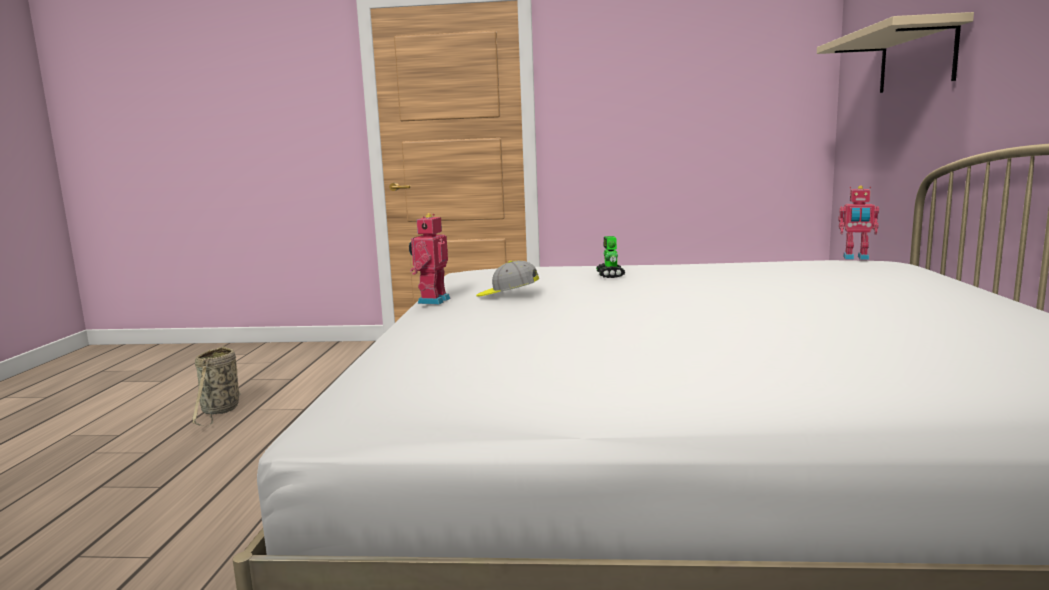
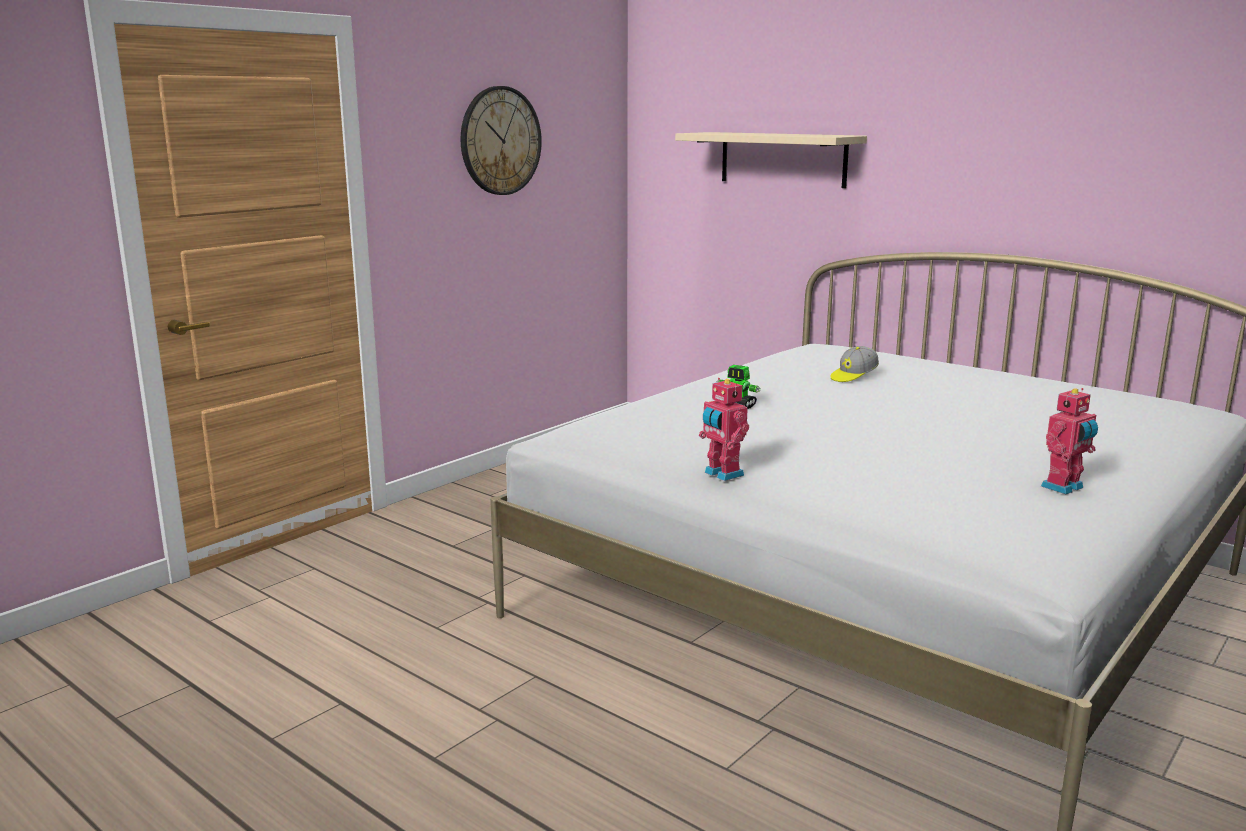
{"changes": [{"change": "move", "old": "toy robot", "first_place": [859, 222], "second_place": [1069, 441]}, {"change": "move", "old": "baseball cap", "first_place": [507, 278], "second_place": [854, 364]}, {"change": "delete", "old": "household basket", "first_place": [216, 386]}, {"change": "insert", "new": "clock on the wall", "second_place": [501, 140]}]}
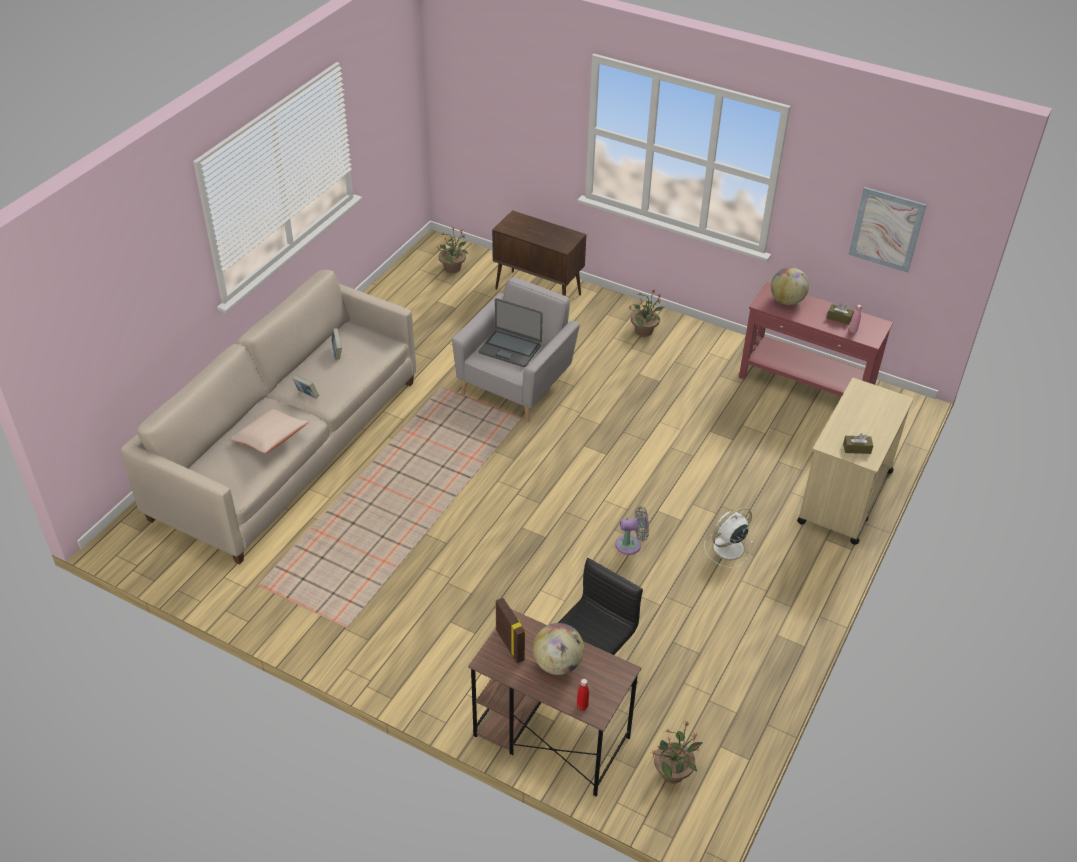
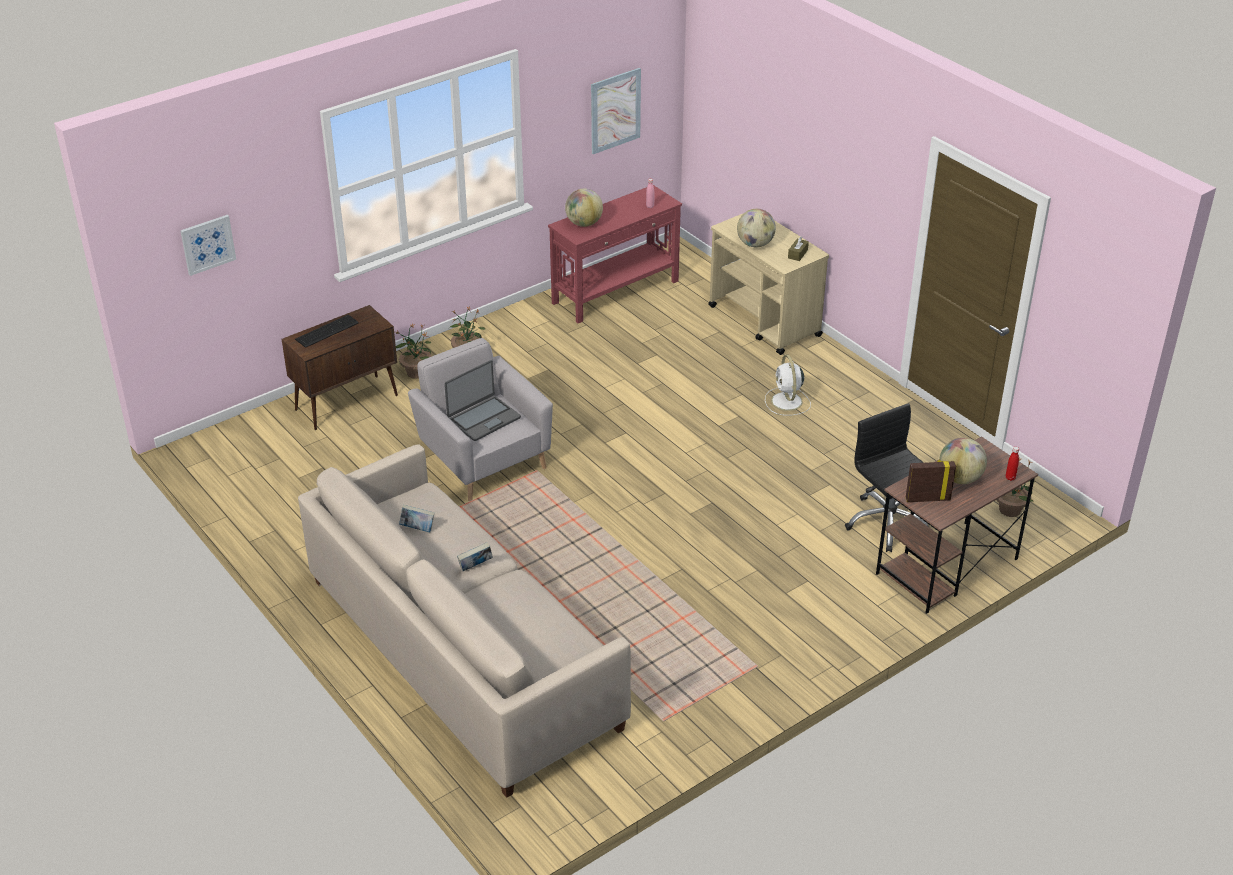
{"changes": [{"change": "move", "old": "plant in a pot", "first_place": [452, 250], "second_place": [413, 351]}, {"change": "delete", "old": "brown-coloured tissue holder", "first_place": [840, 314]}, {"change": "delete", "old": "beige-coloured cushion", "first_place": [269, 431]}, {"change": "delete", "old": "gray fan", "first_place": [632, 530]}, {"change": "insert", "new": "desk globe", "second_place": [756, 228]}, {"change": "insert", "new": "picture", "second_place": [208, 245]}, {"change": "insert", "new": "keyboard", "second_place": [327, 331]}]}
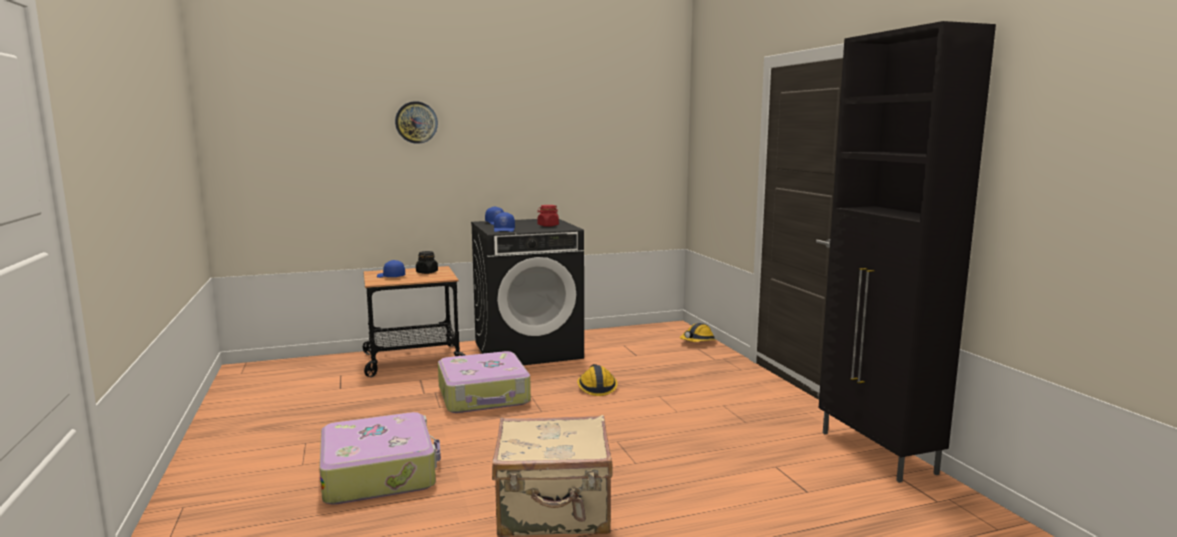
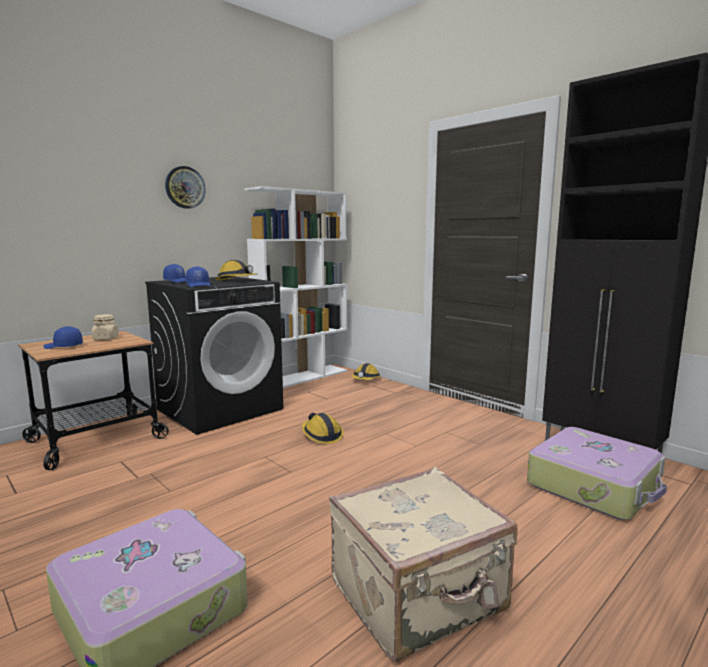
{"changes": [{"change": "move", "old": "clock on the wall", "first_place": [416, 122], "second_place": [185, 187]}, {"change": "replace", "old": "reddish preserve jar", "new": "work helmet", "first_place": [548, 216], "second_place": [235, 270]}, {"change": "recolor", "old": "blackish preserve jar", "new": "beige-coloured preserve jar", "first_place": [427, 262], "second_place": [105, 327]}, {"change": "move", "old": "travel case", "first_place": [484, 382], "second_place": [597, 473]}, {"change": "insert", "new": "white bookshelf", "second_place": [296, 287]}]}
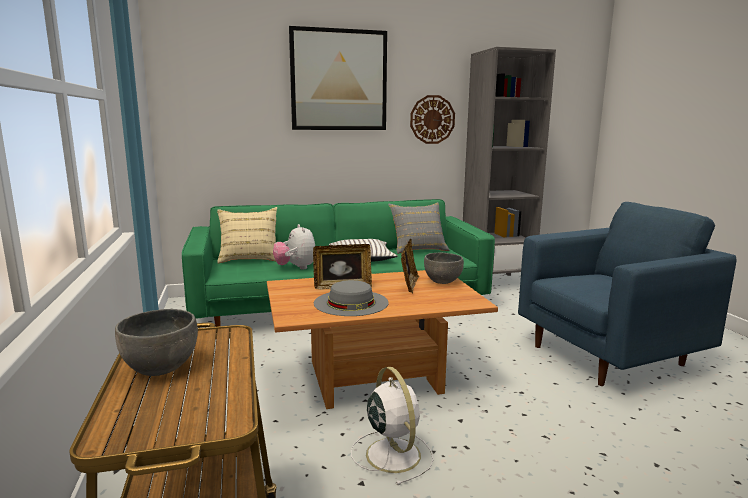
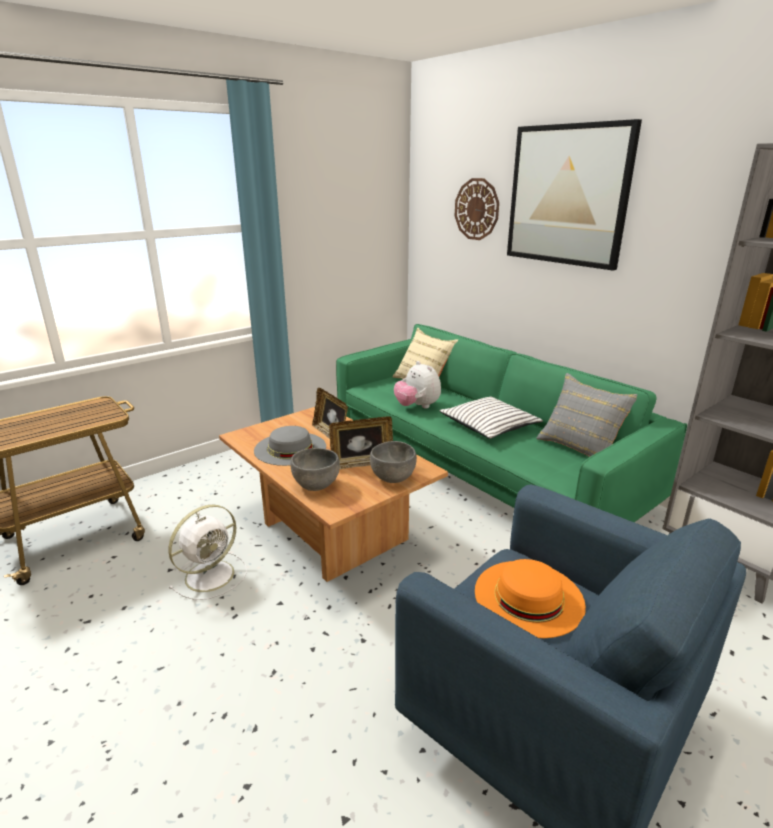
{"changes": [{"change": "move", "old": "clock on the wall", "first_place": [432, 119], "second_place": [477, 209]}, {"change": "rotate", "old": "cuddly toy", "first_place": [294, 247], "second_place": [417, 384], "degrees": -75}, {"change": "move", "old": "gray bowl", "first_place": [156, 342], "second_place": [315, 469]}, {"change": "insert", "new": "orange wearable hat", "second_place": [530, 598]}]}
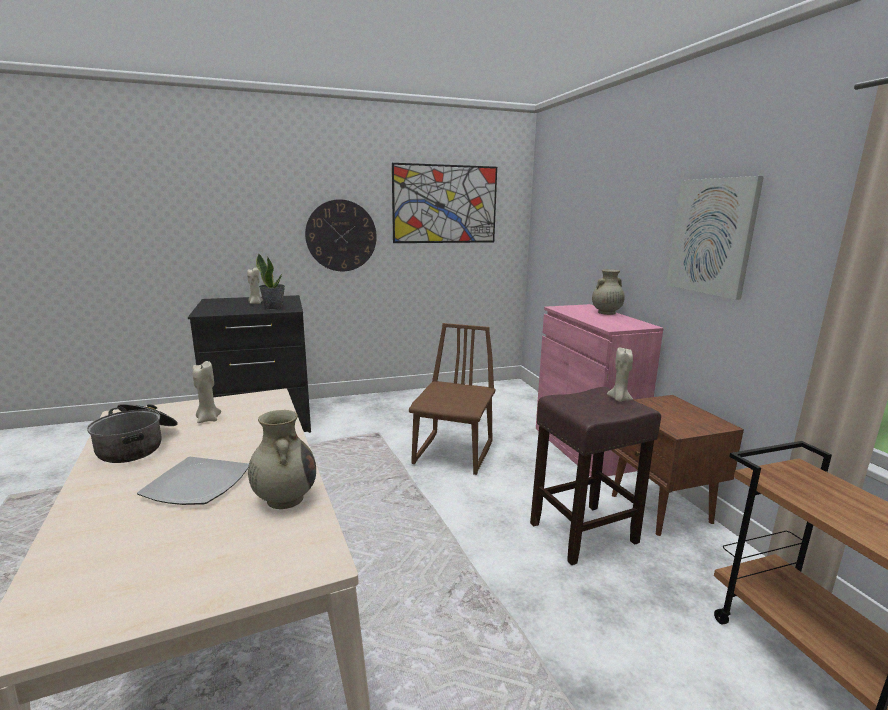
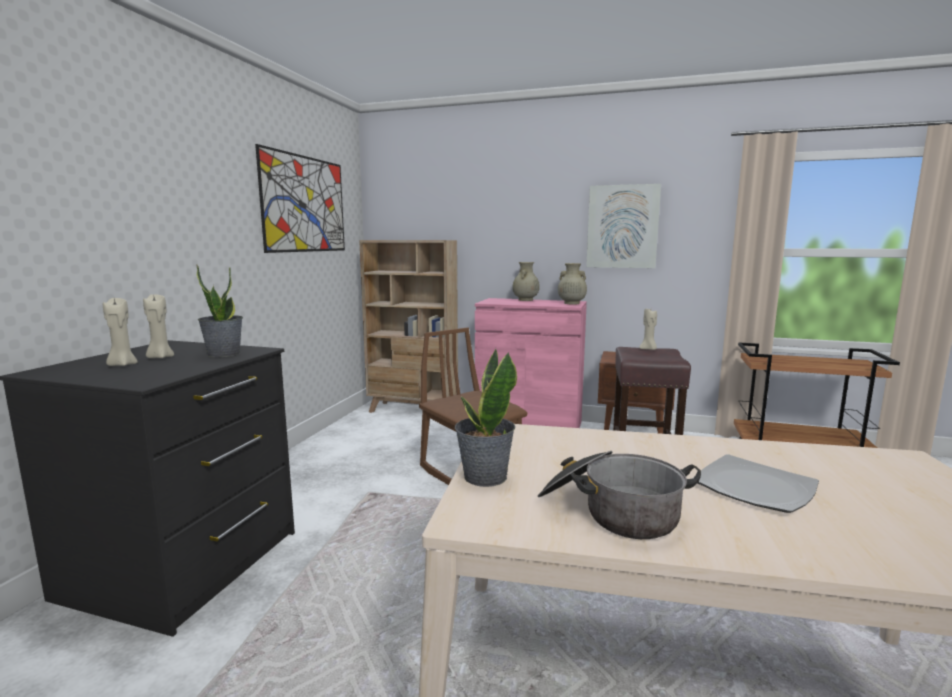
{"changes": [{"change": "delete", "old": "clock on the wall", "first_place": [341, 235]}, {"change": "move", "old": "beige-coloured candle", "first_place": [206, 392], "second_place": [120, 332]}, {"change": "move", "old": "beige-coloured decorative vase", "first_place": [282, 459], "second_place": [572, 283]}, {"change": "insert", "new": "beige-coloured bookshelf", "second_place": [408, 326]}, {"change": "insert", "new": "plant in a pot", "second_place": [486, 417]}]}
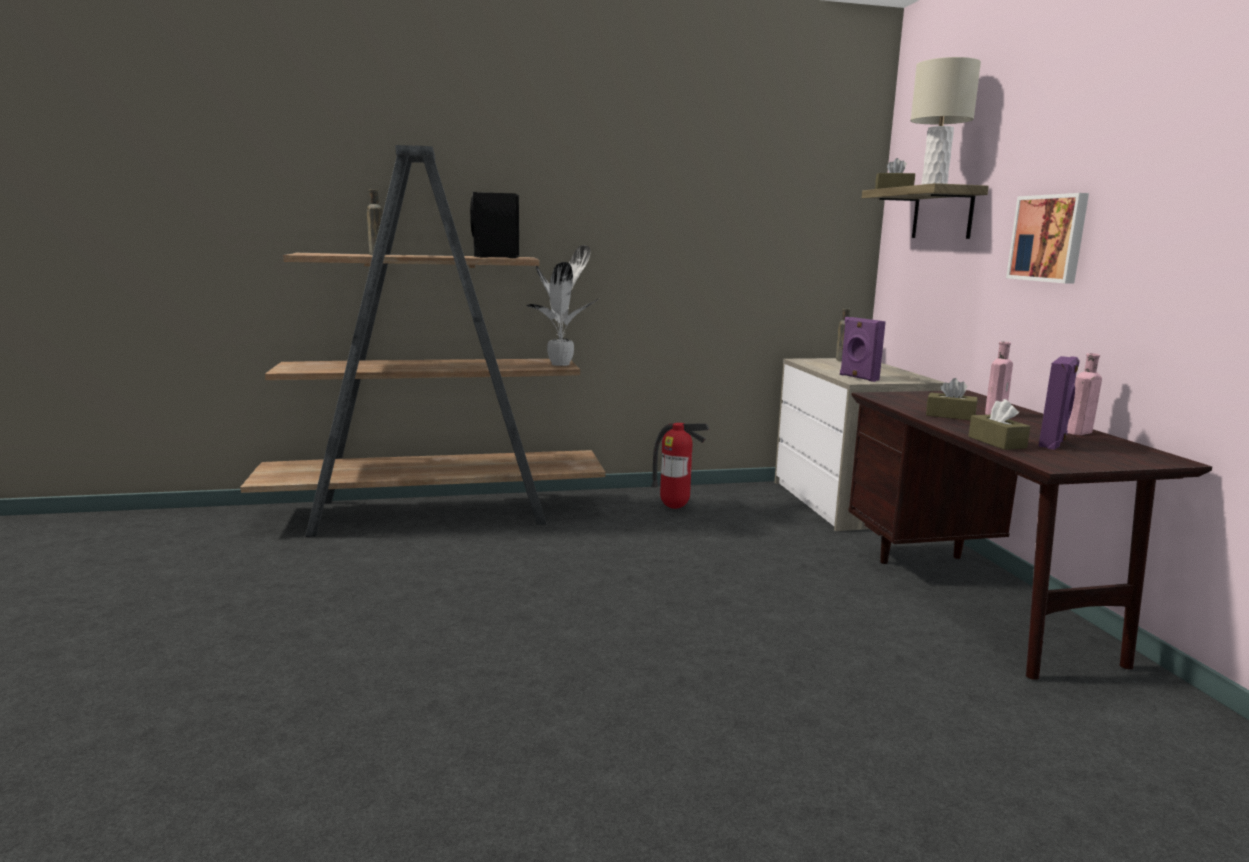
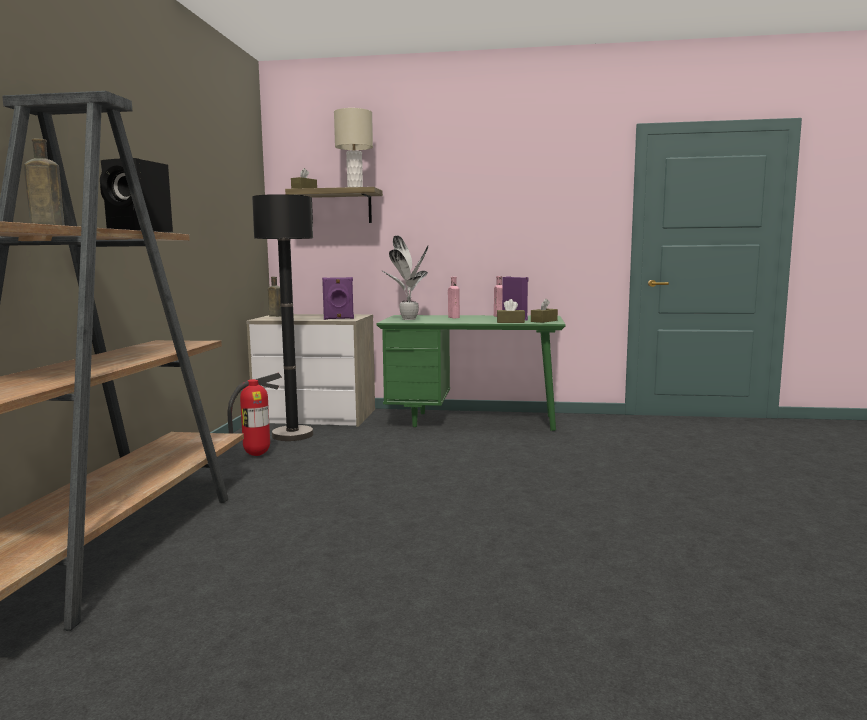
{"changes": [{"change": "delete", "old": "picture", "first_place": [1047, 238]}, {"change": "move", "old": "plant in a pot", "first_place": [562, 305], "second_place": [404, 278]}, {"change": "move", "old": "brown-coloured tissue holder", "first_place": [952, 399], "second_place": [544, 310]}, {"change": "recolor", "old": "brown-coloured desk unit", "new": "green desk unit", "first_place": [1030, 535], "second_place": [471, 373]}, {"change": "insert", "new": "blackish floor lamp", "second_place": [282, 317]}]}
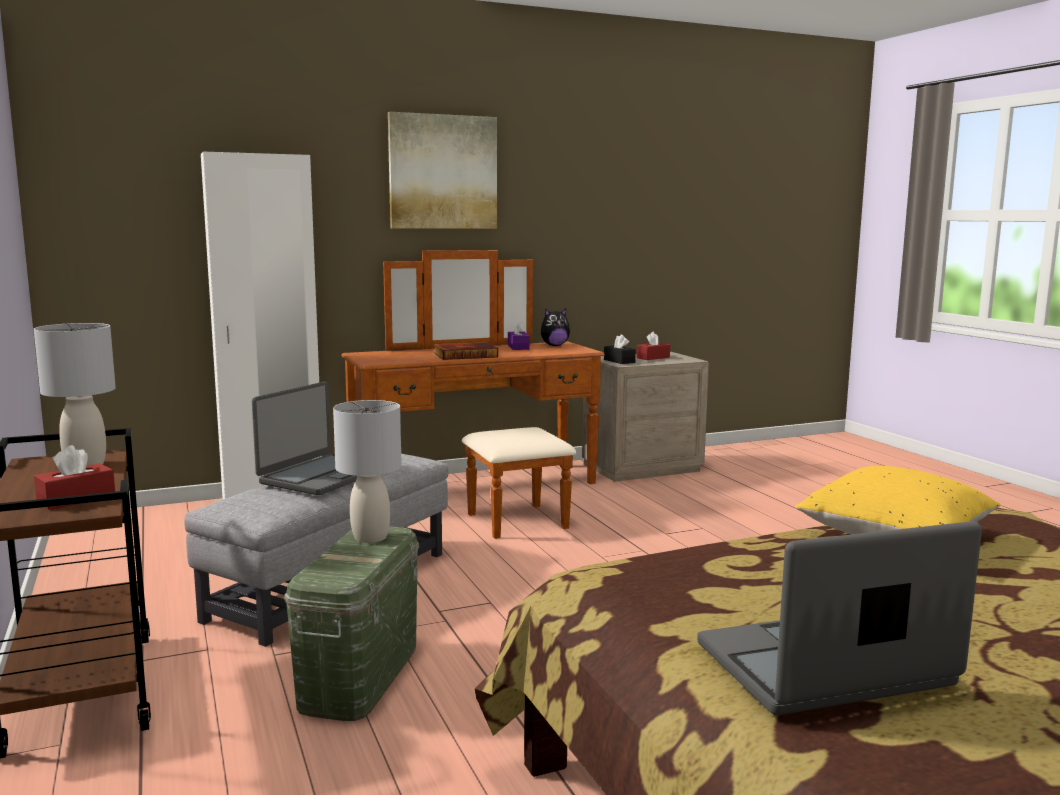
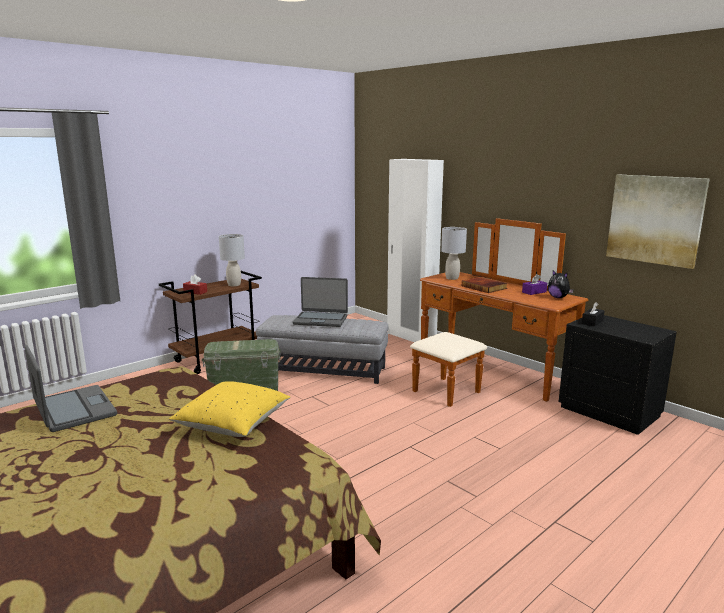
{"changes": [{"change": "move", "old": "picture", "first_place": [442, 170], "second_place": [658, 221]}, {"change": "delete", "old": "reddish tissue holder", "first_place": [653, 346]}, {"change": "recolor", "old": "beige-coloured bedside table", "new": "blackish bedside table", "first_place": [645, 417], "second_place": [617, 375]}, {"change": "move", "old": "gray tabletop lamp", "first_place": [367, 471], "second_place": [454, 253]}]}
